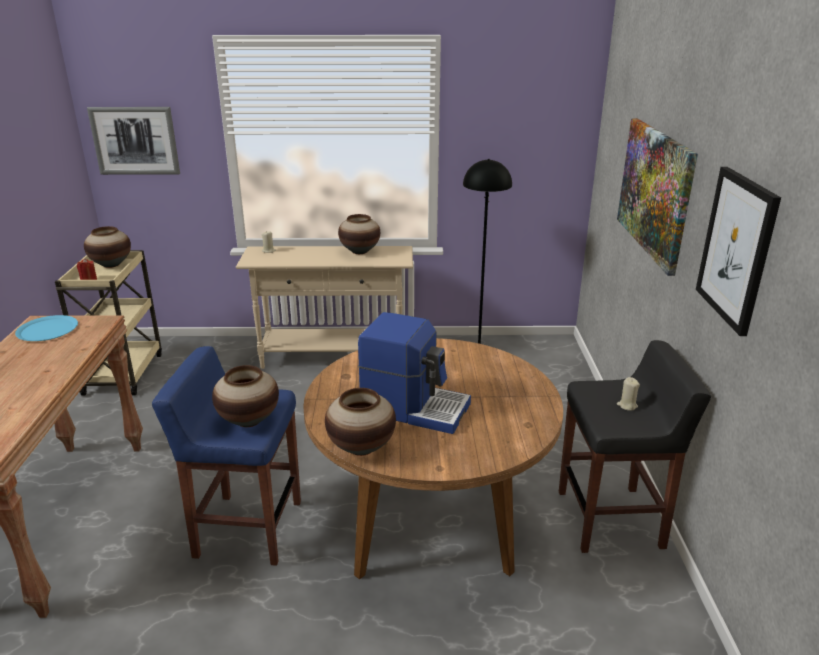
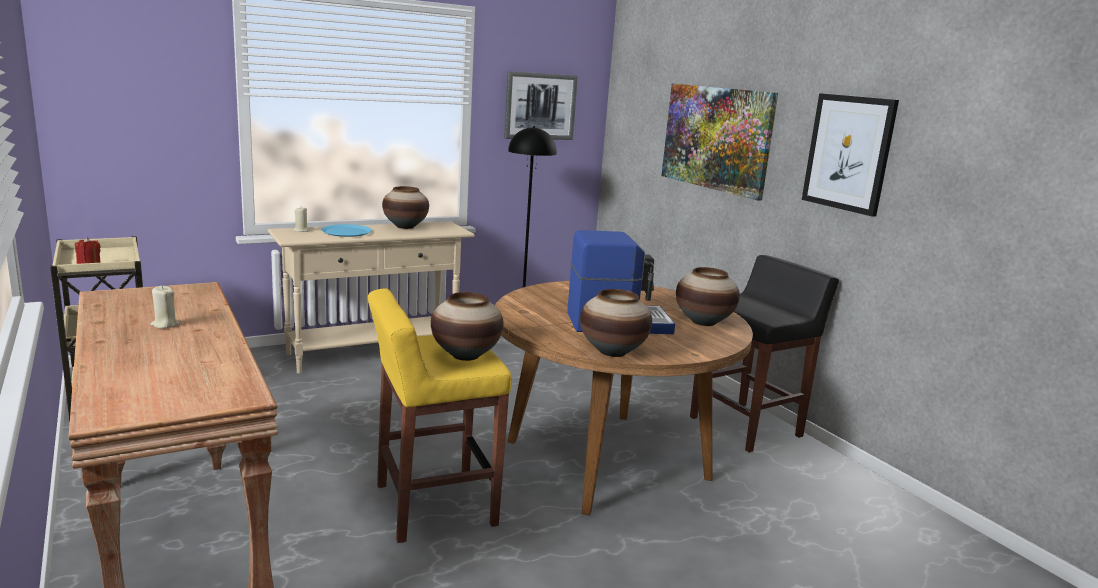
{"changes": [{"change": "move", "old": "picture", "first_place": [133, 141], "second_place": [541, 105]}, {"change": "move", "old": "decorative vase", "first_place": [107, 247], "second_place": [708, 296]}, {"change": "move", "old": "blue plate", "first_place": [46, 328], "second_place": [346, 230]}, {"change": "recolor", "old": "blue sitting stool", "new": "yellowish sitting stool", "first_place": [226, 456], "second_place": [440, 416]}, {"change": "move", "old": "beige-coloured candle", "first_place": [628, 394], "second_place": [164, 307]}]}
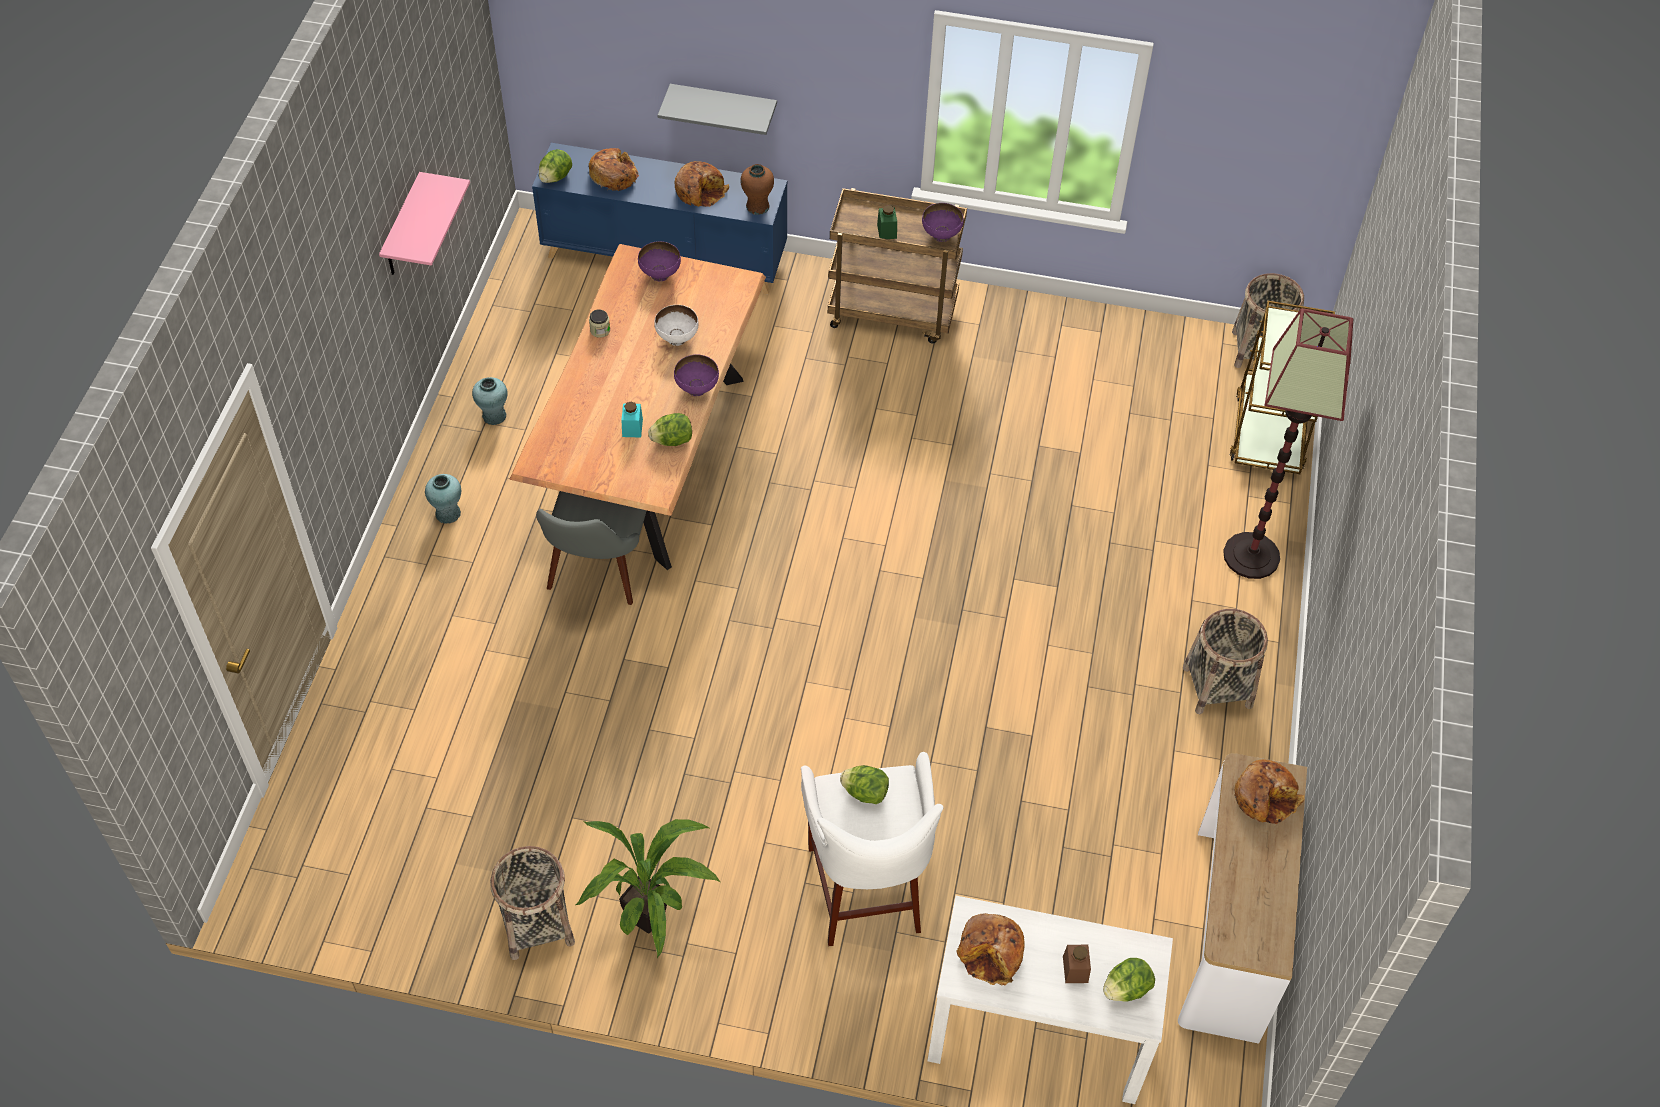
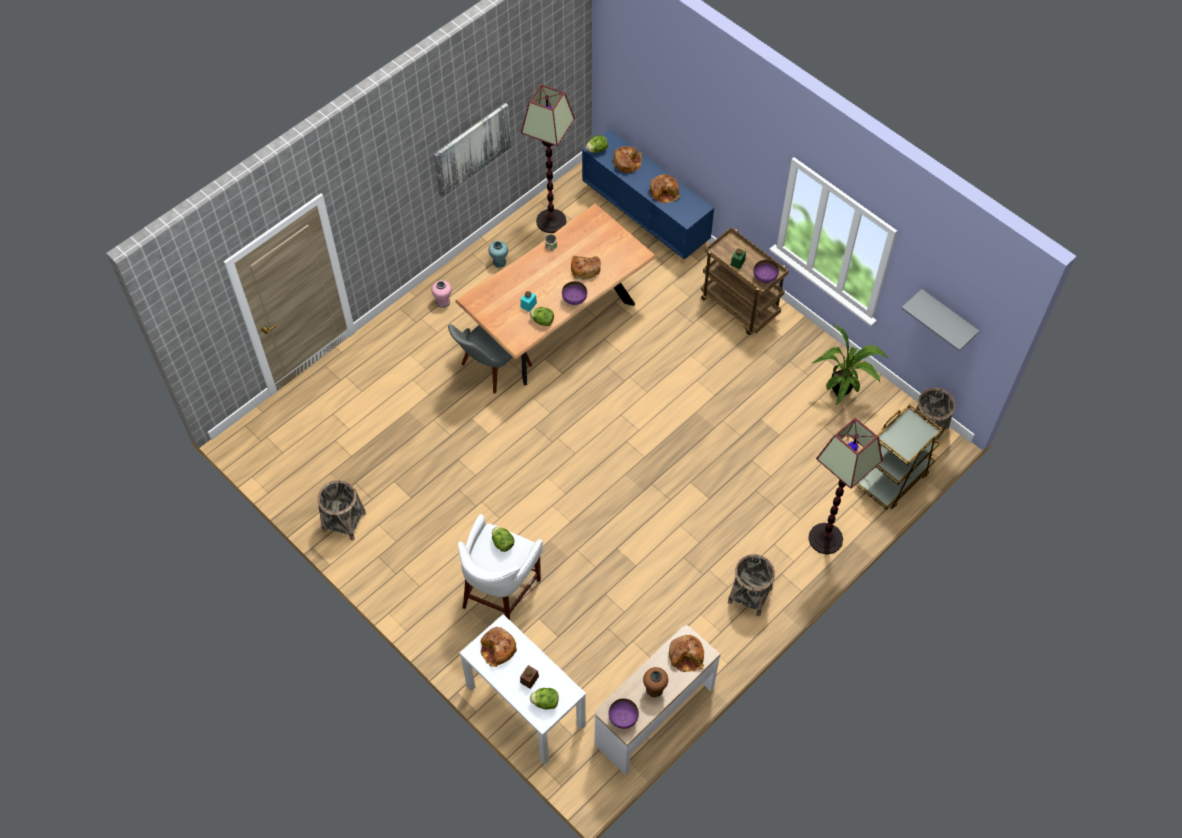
{"changes": [{"change": "move", "old": "gray bracket shelf", "first_place": [717, 109], "second_place": [940, 320]}, {"change": "move", "old": "brown-coloured decorative vase", "first_place": [757, 189], "second_place": [655, 682]}, {"change": "replace", "old": "pinkish bracket shelf", "new": "picture", "first_place": [424, 223], "second_place": [472, 150]}, {"change": "move", "old": "purplish bowl", "first_place": [659, 261], "second_place": [624, 713]}, {"change": "replace", "old": "white bowl", "new": "bakery bread", "first_place": [676, 325], "second_place": [586, 268]}, {"change": "recolor", "old": "turquoise decorative vase", "new": "pinkish decorative vase", "first_place": [443, 499], "second_place": [441, 294]}, {"change": "move", "old": "plant in a pot", "first_place": [648, 888], "second_place": [849, 364]}, {"change": "insert", "new": "floor lamp", "second_place": [548, 158]}]}
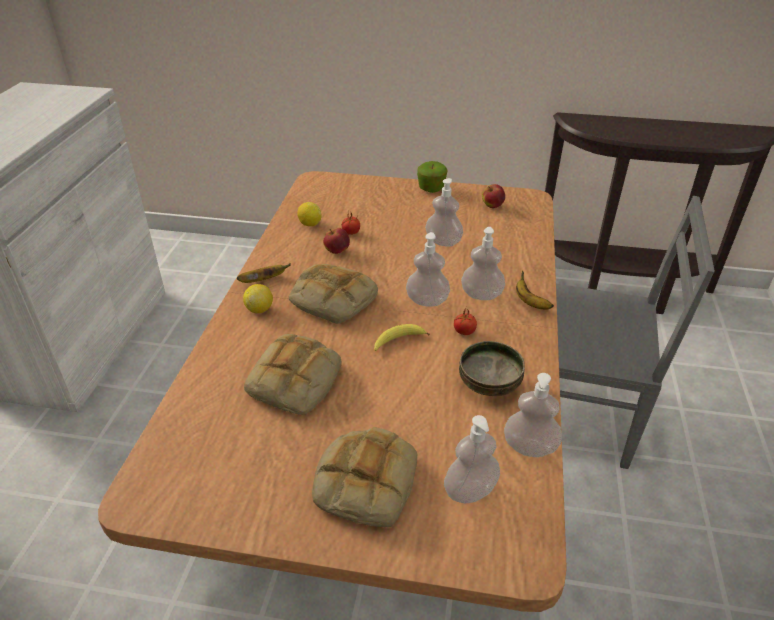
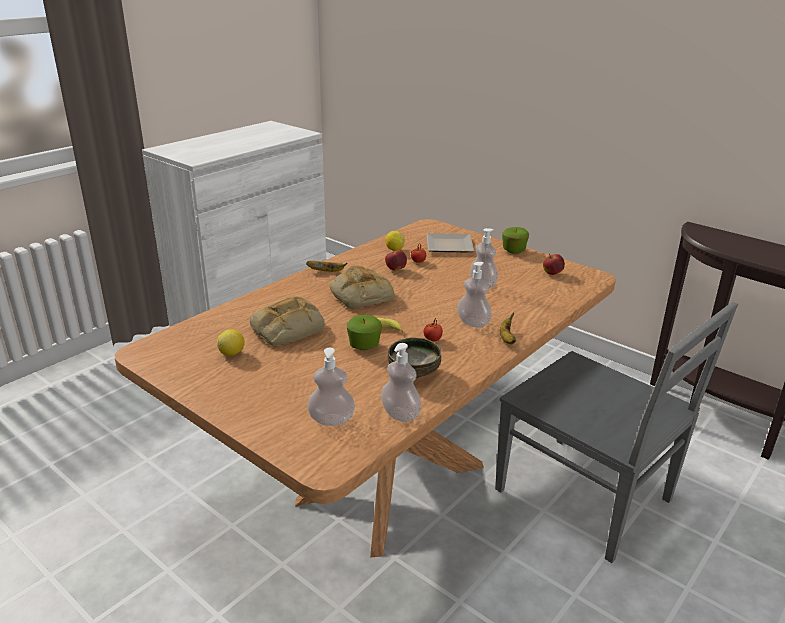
{"changes": [{"change": "delete", "old": "soap bottle", "first_place": [428, 269]}, {"change": "move", "old": "citrus fruit", "first_place": [258, 298], "second_place": [231, 342]}, {"change": "delete", "old": "bakery bread", "first_place": [364, 477]}, {"change": "insert", "new": "plate", "second_place": [450, 242]}, {"change": "insert", "new": "whole apple", "second_place": [364, 332]}]}
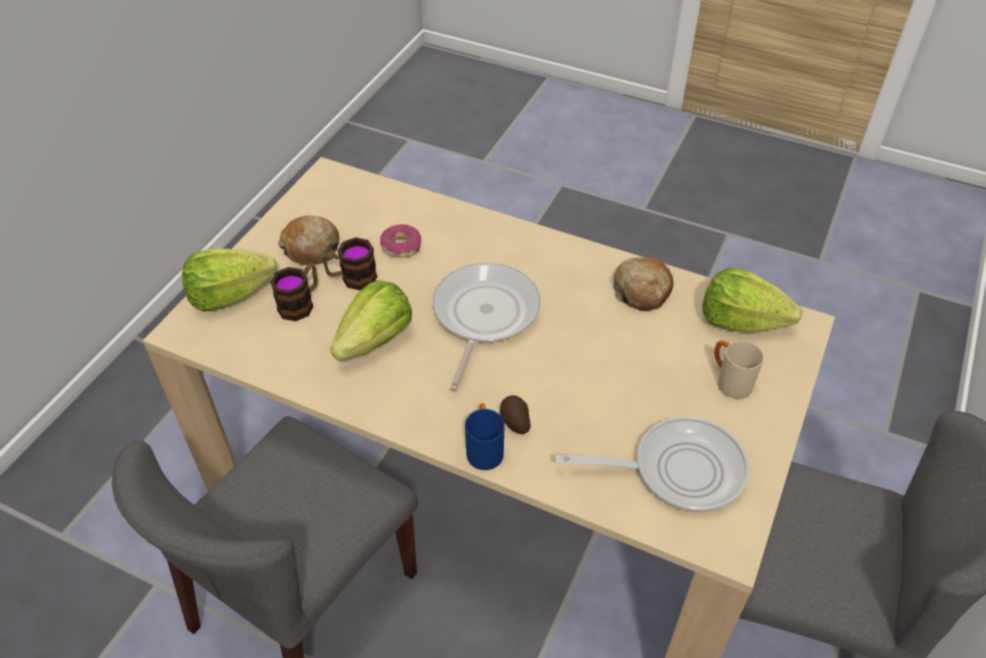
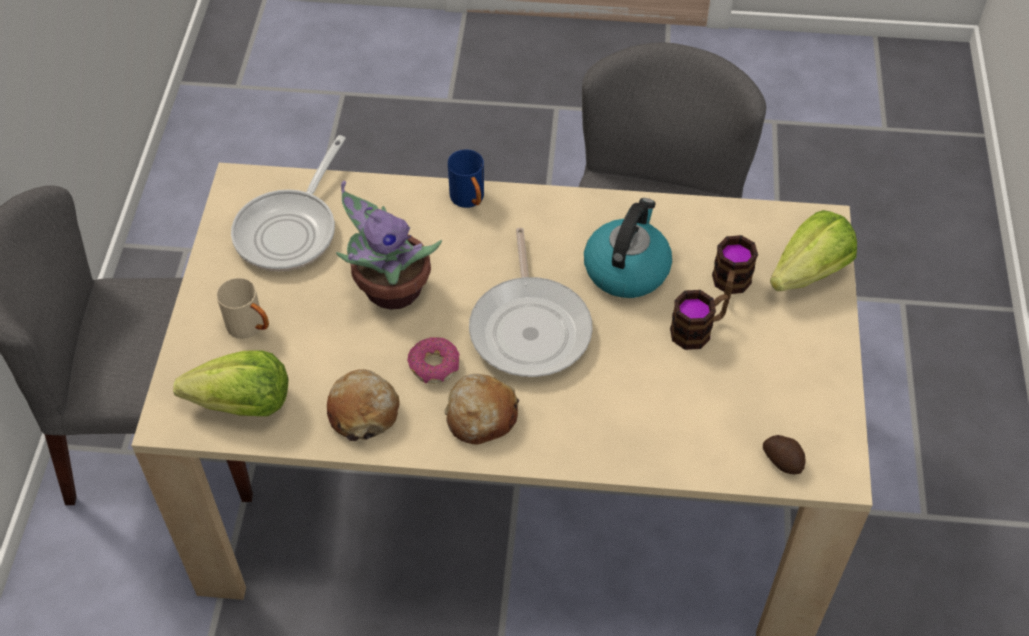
{"changes": [{"change": "move", "old": "bakery bread", "first_place": [308, 240], "second_place": [481, 409]}, {"change": "move", "old": "doughnut", "first_place": [400, 241], "second_place": [433, 360]}, {"change": "replace", "old": "lettuce head", "new": "kettle", "first_place": [371, 320], "second_place": [628, 248]}, {"change": "move", "old": "potato", "first_place": [515, 414], "second_place": [784, 454]}, {"change": "rotate", "old": "frying pan", "first_place": [652, 464], "second_place": [288, 203], "degrees": -45}, {"change": "insert", "new": "plant in a pot", "second_place": [389, 245]}]}
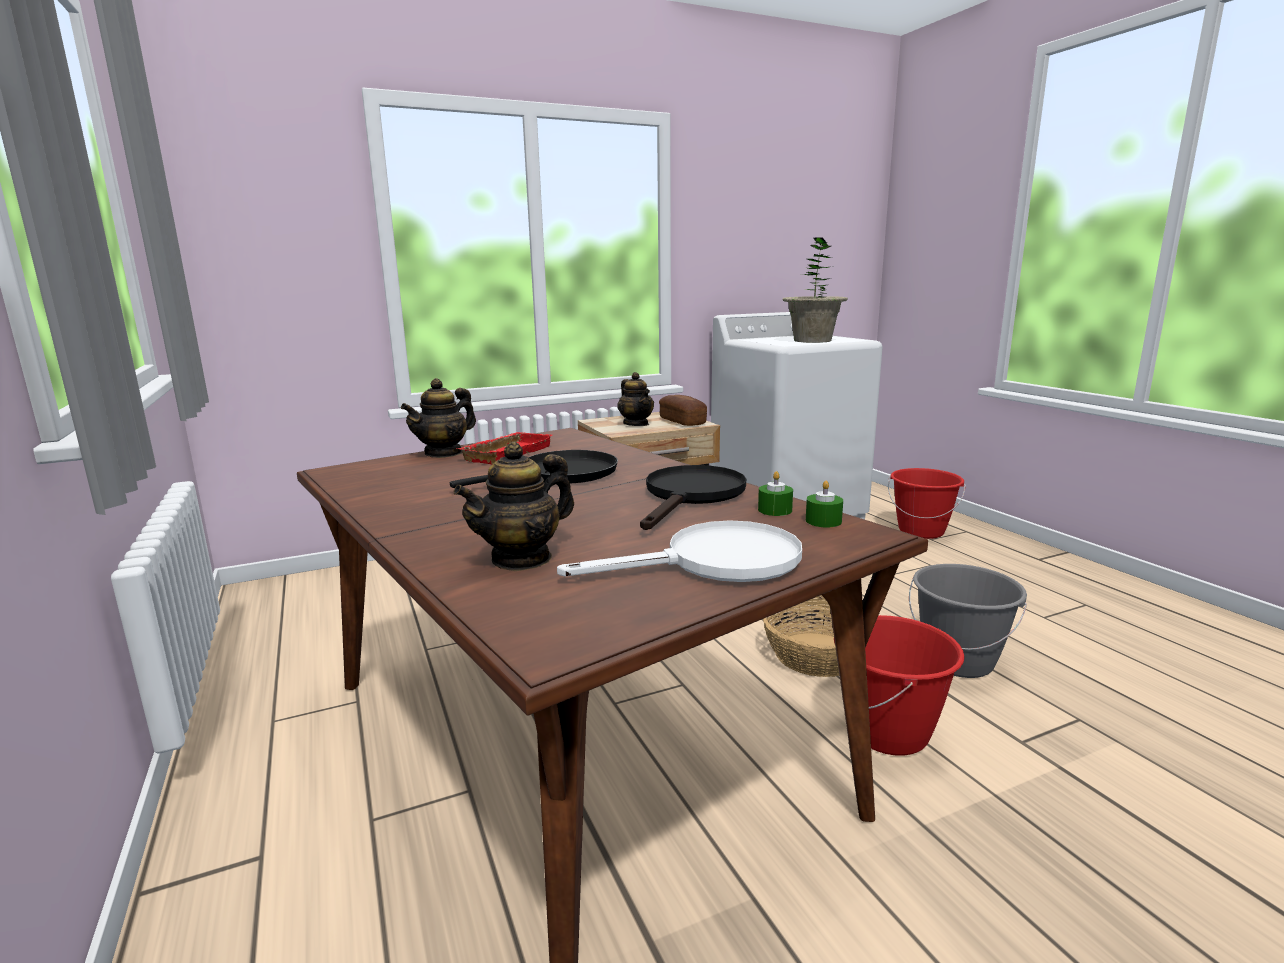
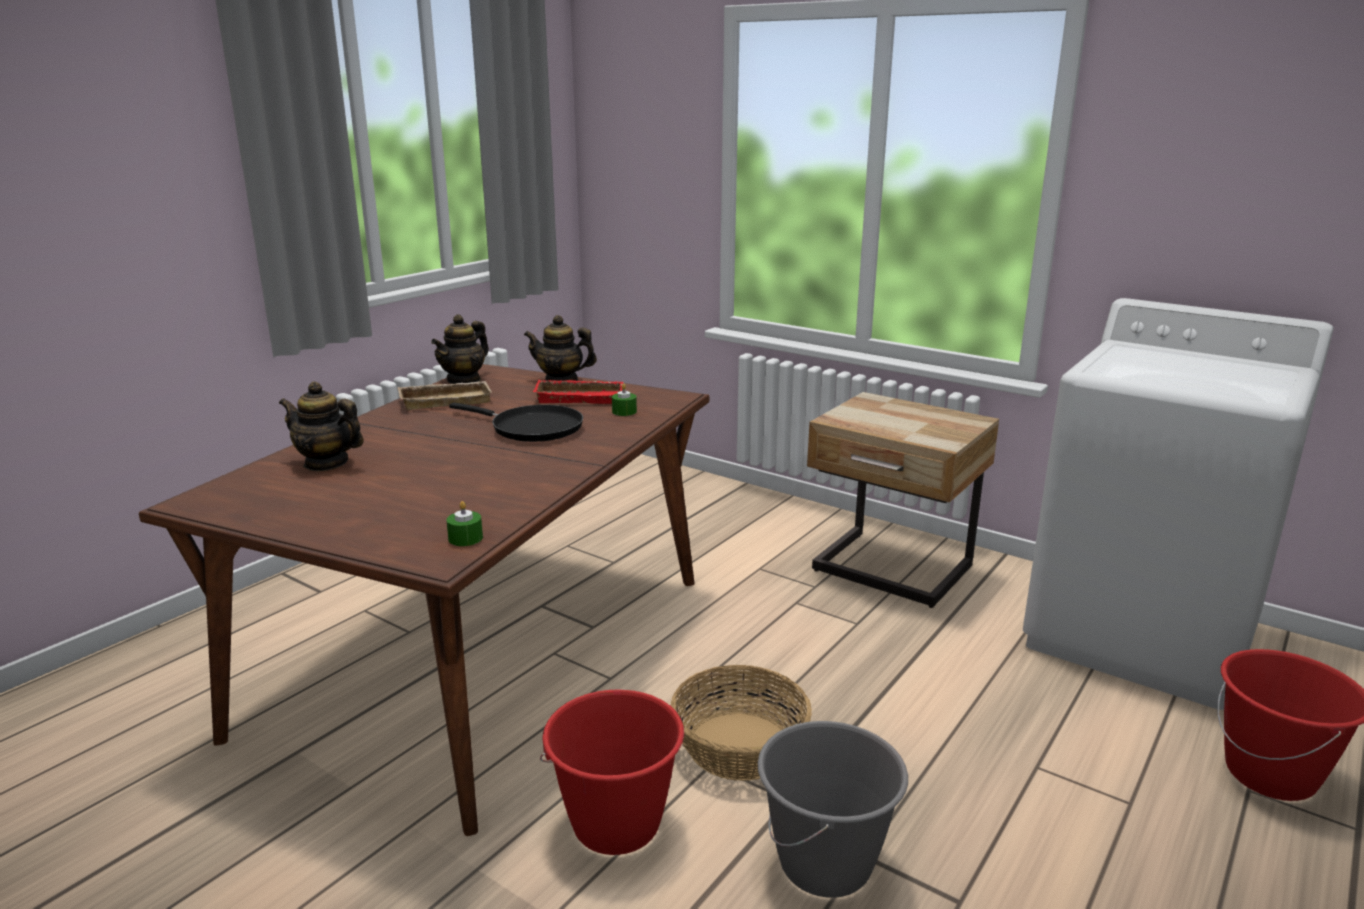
{"changes": [{"change": "delete", "old": "plant in a pot", "first_place": [815, 290]}, {"change": "move", "old": "teapot", "first_place": [635, 399], "second_place": [460, 349]}, {"change": "delete", "old": "bakery bread", "first_place": [683, 410]}, {"change": "delete", "old": "blackish frying pan", "first_place": [693, 497]}, {"change": "move", "old": "green candle", "first_place": [775, 493], "second_place": [624, 400]}, {"change": "delete", "old": "white frying pan", "first_place": [679, 551]}, {"change": "insert", "new": "beige-coloured tray", "second_place": [445, 395]}]}
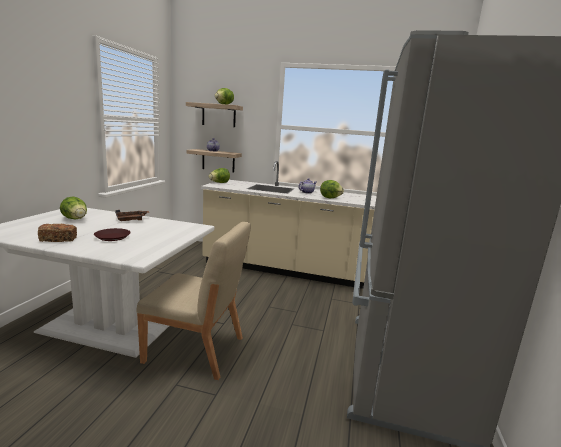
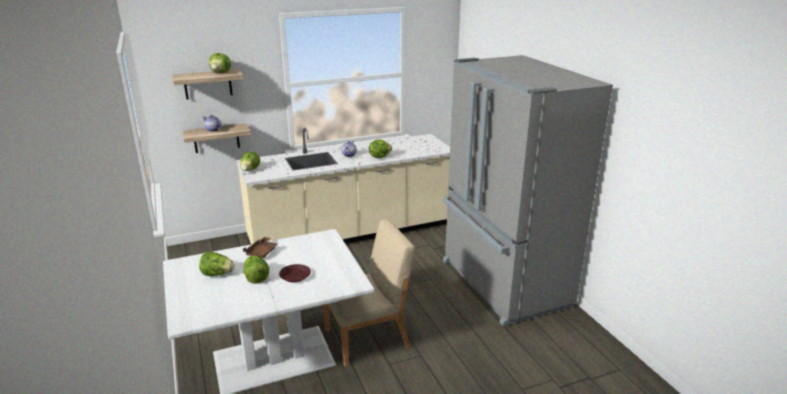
{"changes": [{"change": "delete", "old": "bakery bread", "first_place": [57, 233]}, {"change": "insert", "new": "lettuce head", "second_place": [256, 269]}]}
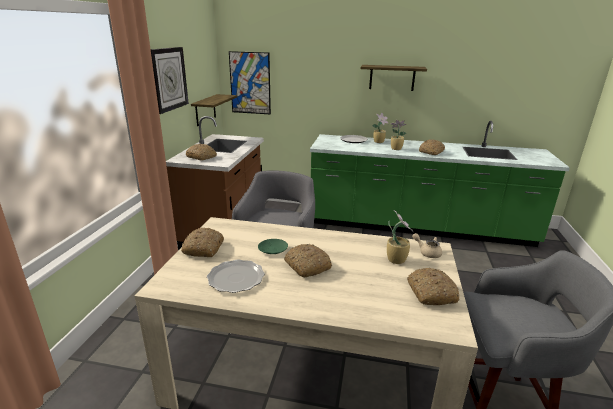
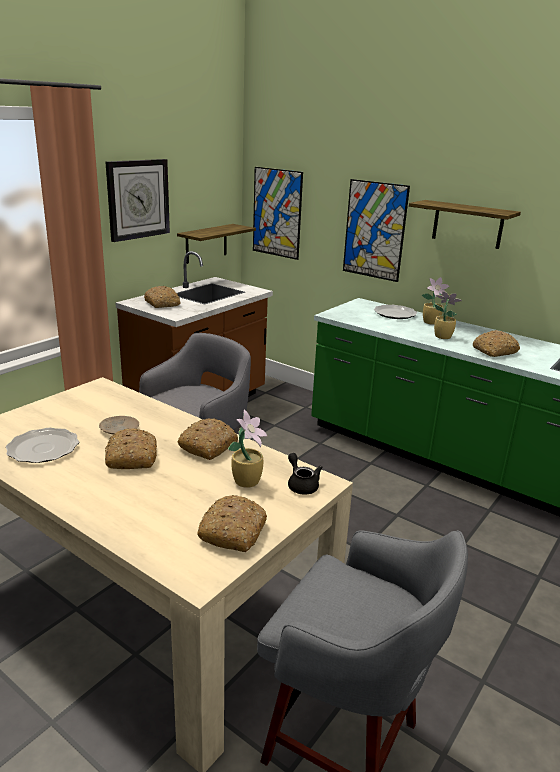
{"changes": [{"change": "move", "old": "bakery bread", "first_place": [202, 242], "second_place": [208, 439]}, {"change": "recolor", "old": "beige-coloured teapot", "new": "blackish teapot", "first_place": [427, 245], "second_place": [305, 474]}, {"change": "recolor", "old": "green plate", "new": "beige-coloured plate", "first_place": [273, 246], "second_place": [119, 425]}, {"change": "insert", "new": "picture", "second_place": [376, 230]}]}
